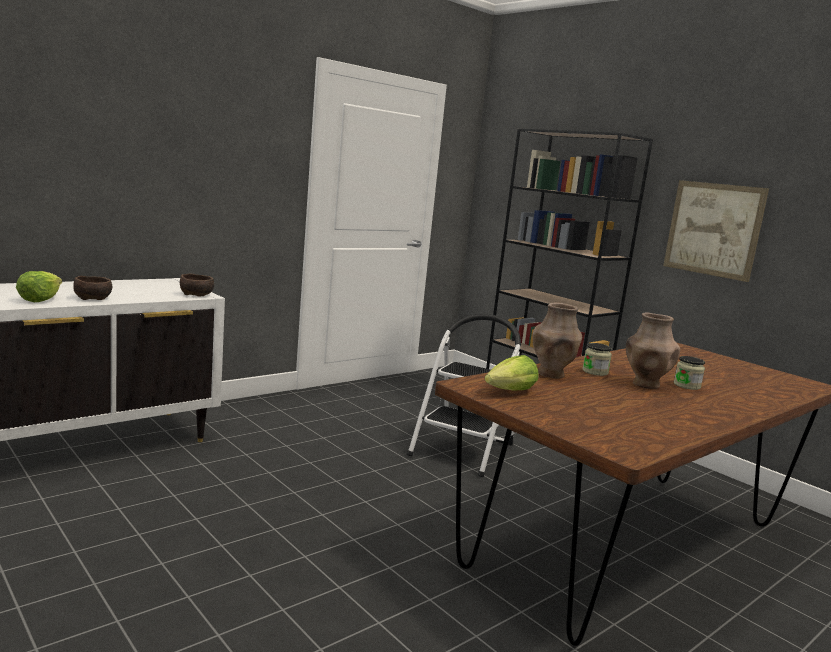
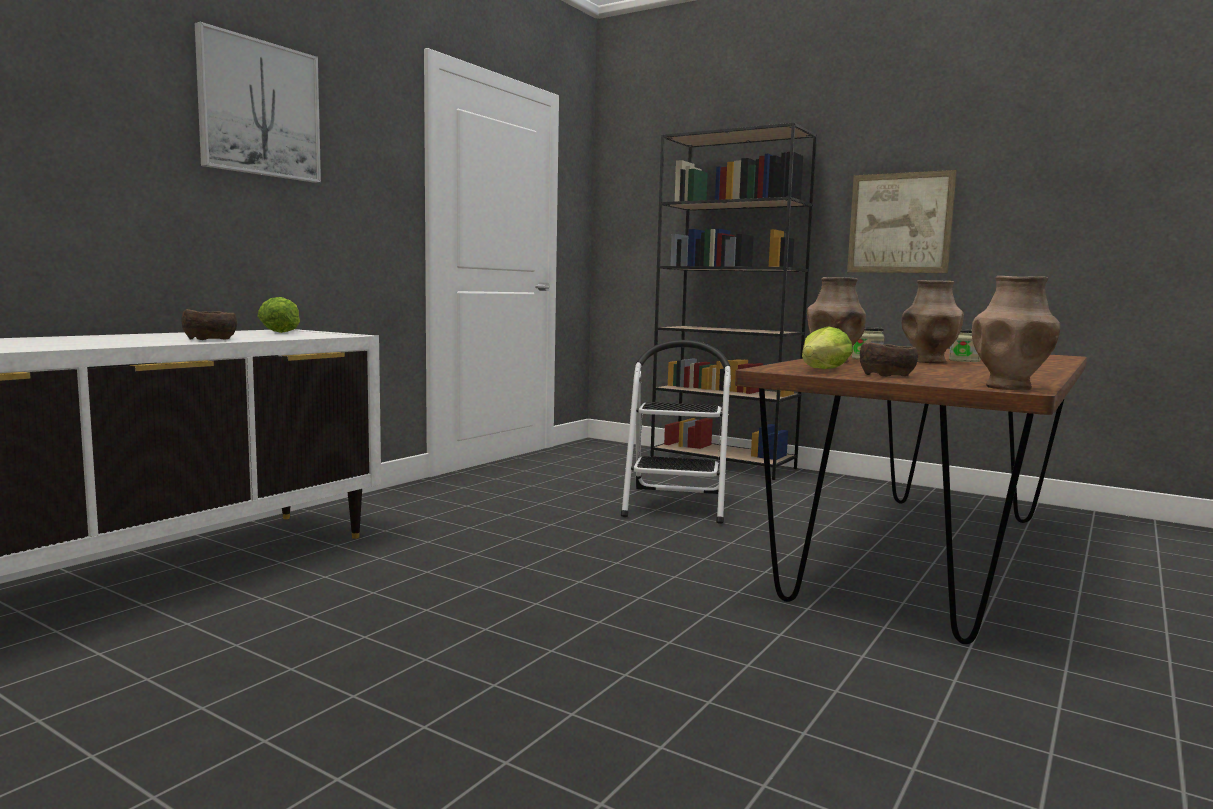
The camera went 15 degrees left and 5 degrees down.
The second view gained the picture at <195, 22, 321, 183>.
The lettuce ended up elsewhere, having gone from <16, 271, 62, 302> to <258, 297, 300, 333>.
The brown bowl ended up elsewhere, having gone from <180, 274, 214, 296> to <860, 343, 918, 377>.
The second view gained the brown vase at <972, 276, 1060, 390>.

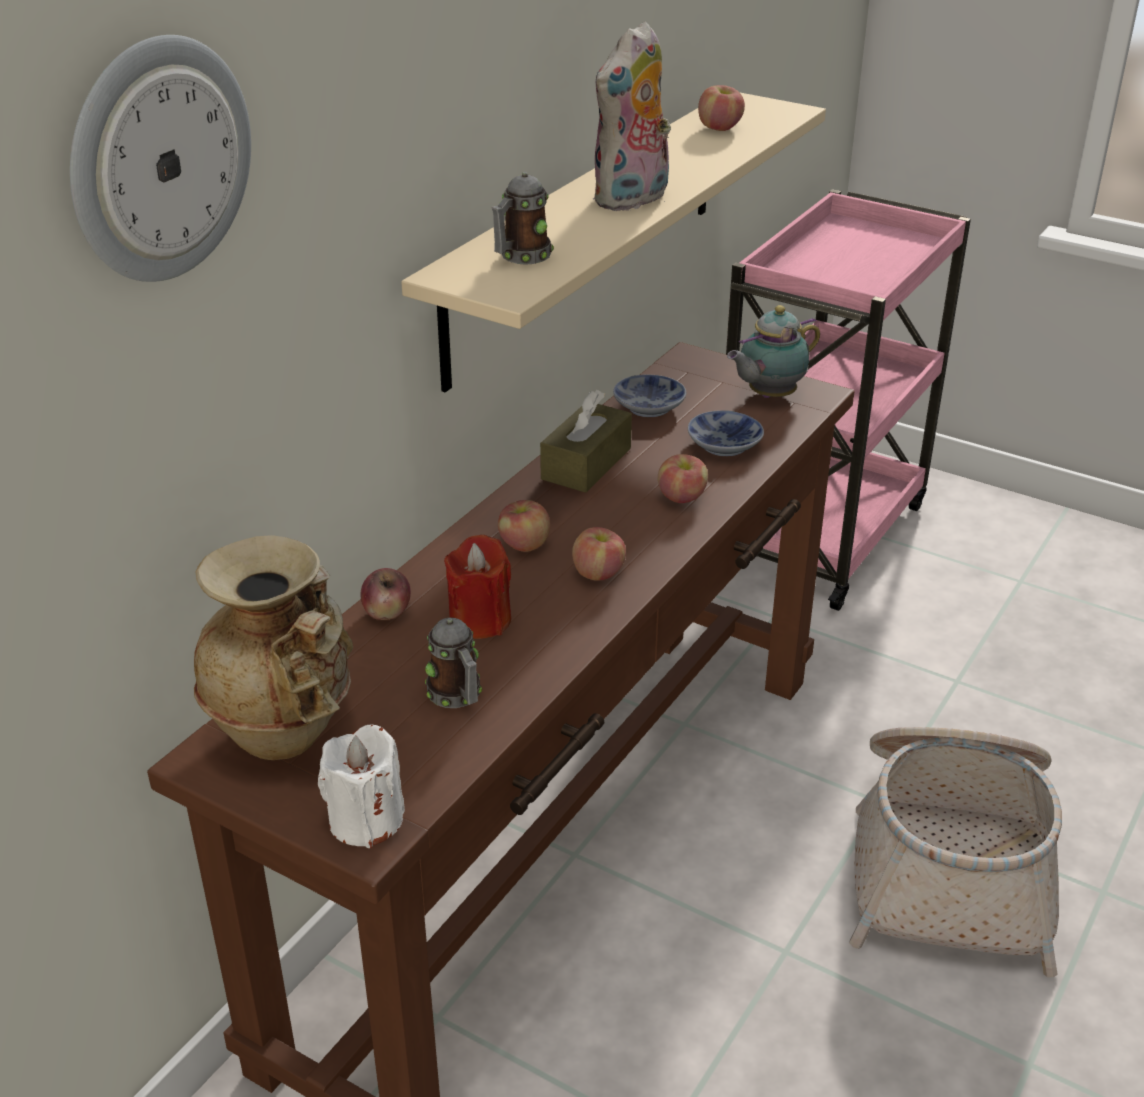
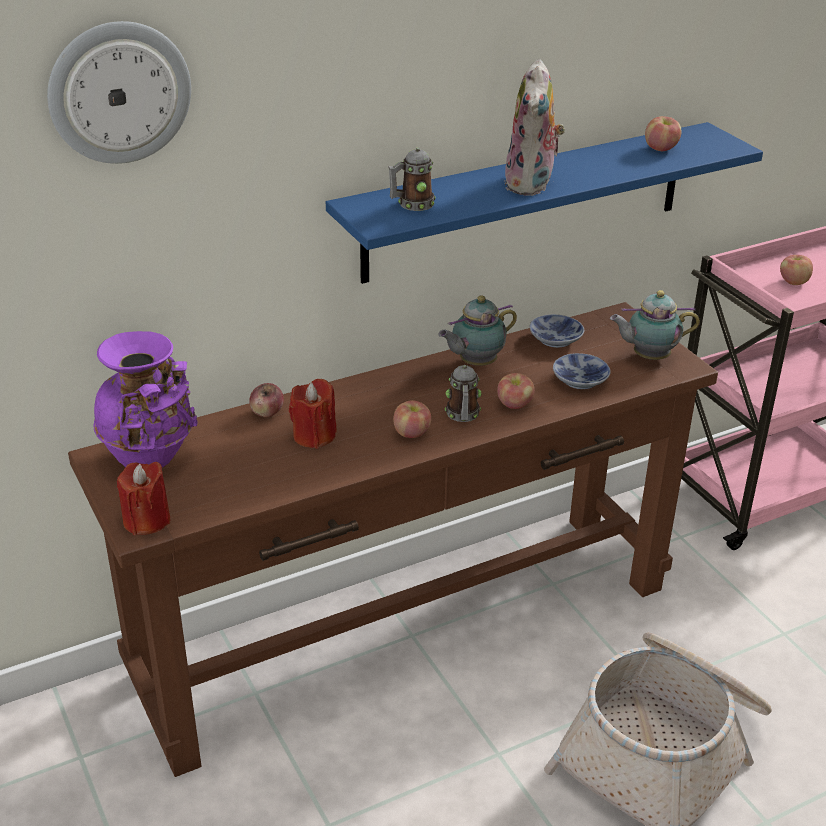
The camera went 30 degrees right and 0 degrees up.
What was the beige vase at <194, 535, 353, 760> turned into the purple vase at <94, 331, 198, 468>.
What was the white candle at <318, 725, 405, 848> turned into the red candle at <117, 462, 170, 535>.
What was the beige shelf at <401, 92, 826, 392> turned into the blue shelf at <326, 122, 763, 284>.
Where the brown tissue box stood at <540, 390, 632, 493>, the teapot came to stand at <439, 295, 517, 366>.
The mug ended up elsewhere, having gone from <425, 618, 482, 708> to <445, 365, 482, 422>.
The plush toy at <593, 21, 679, 211> ended up facing another way, 60 degrees counterclockwise from before.
The apple ended up elsewhere, having gone from <498, 500, 550, 552> to <780, 255, 813, 285>.

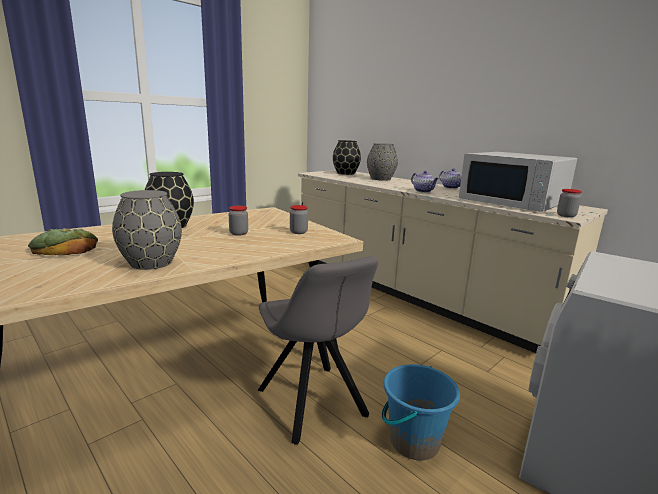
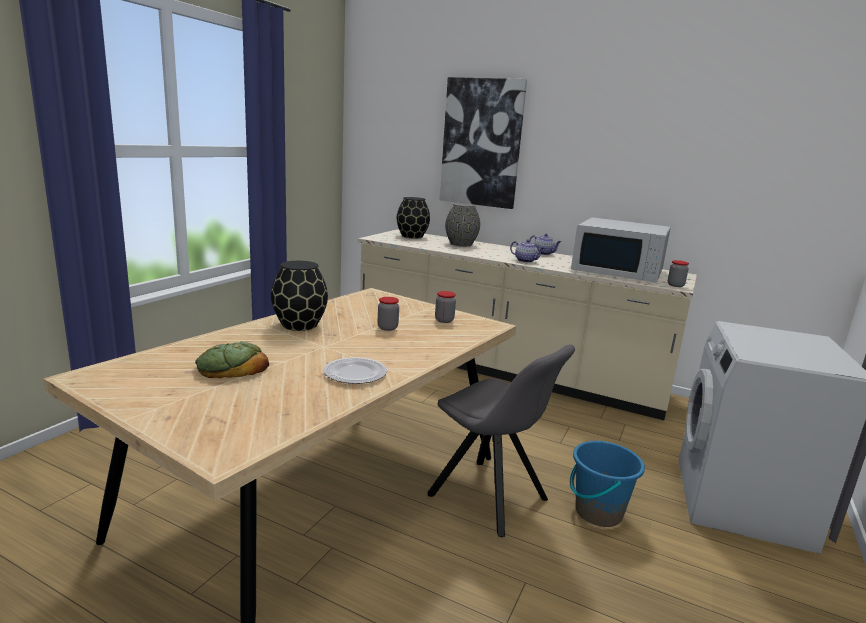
The camera went 20 degrees left and 0 degrees up.
Where the grey vase stood at <112, 190, 182, 270>, the plate came to stand at <324, 357, 387, 384>.
The second view gained the picture at <439, 77, 527, 209>.

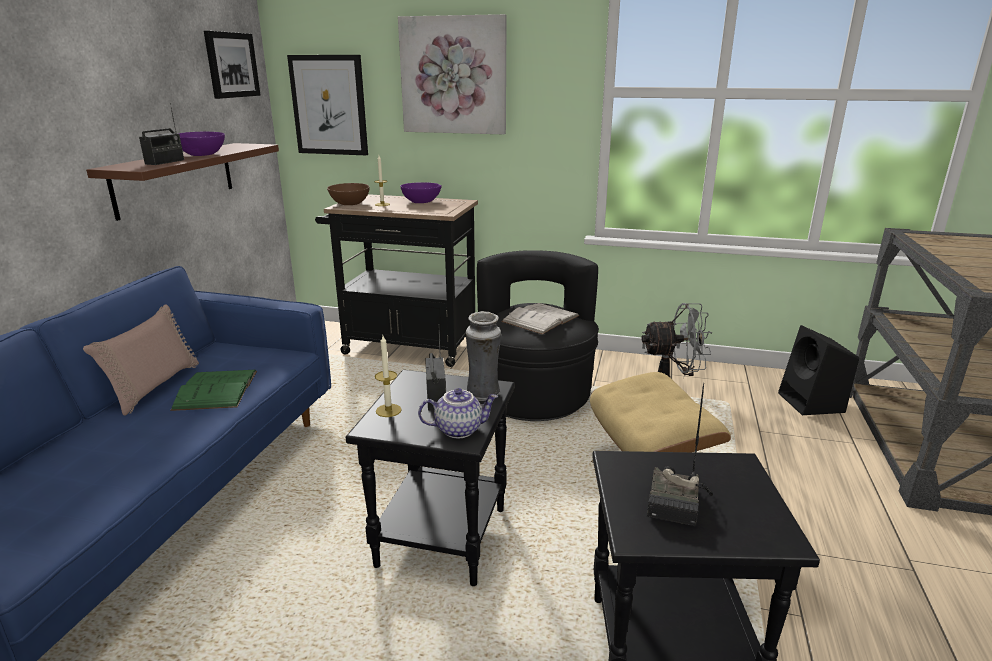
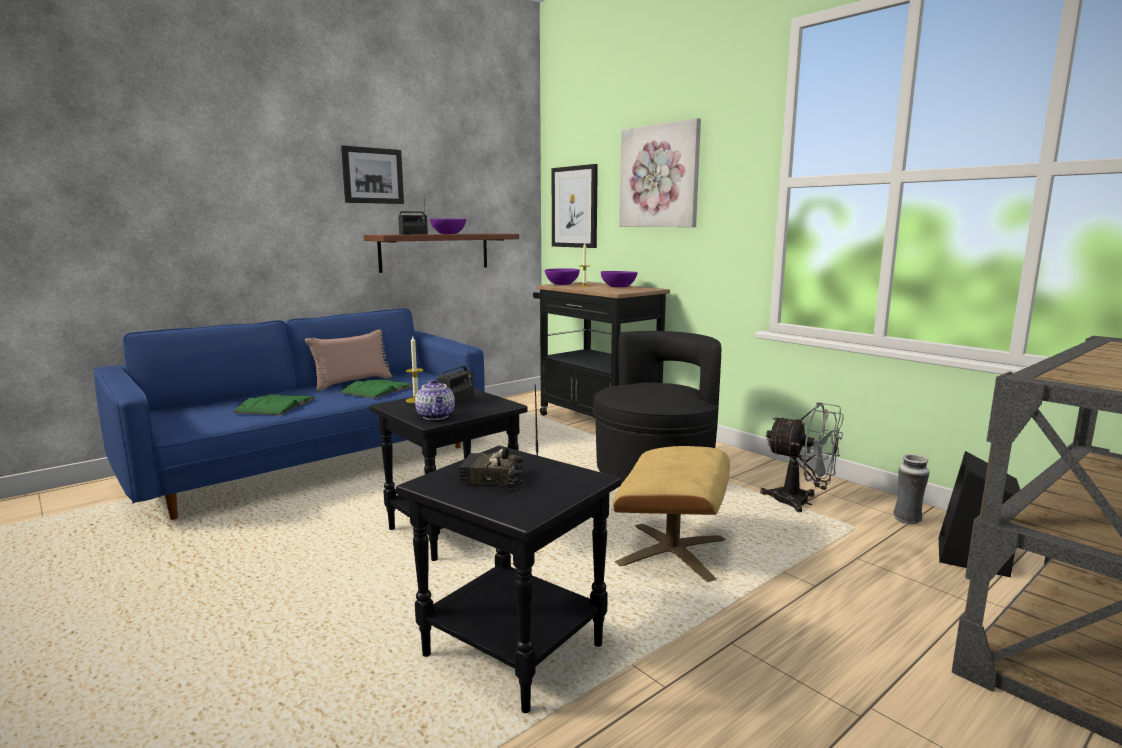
The camera went 35 degrees right and 10 degrees down.
The second view gained the green book at <233, 395, 315, 415>.
The picture ended up elsewhere, having gone from <204, 31, 261, 99> to <341, 145, 404, 204>.
The teapot at <418, 388, 498, 438> ended up facing another way, 45 degrees clockwise from before.
The radio at <647, 383, 713, 526> ended up facing another way, 45 degrees clockwise from before.
What was the brown bowl at <327, 183, 370, 205> turned into the purple bowl at <545, 268, 580, 285>.
The vase ended up elsewhere, having gone from <466, 311, 501, 401> to <894, 454, 930, 524>.
The second view lost the white book at <501, 303, 580, 335>.

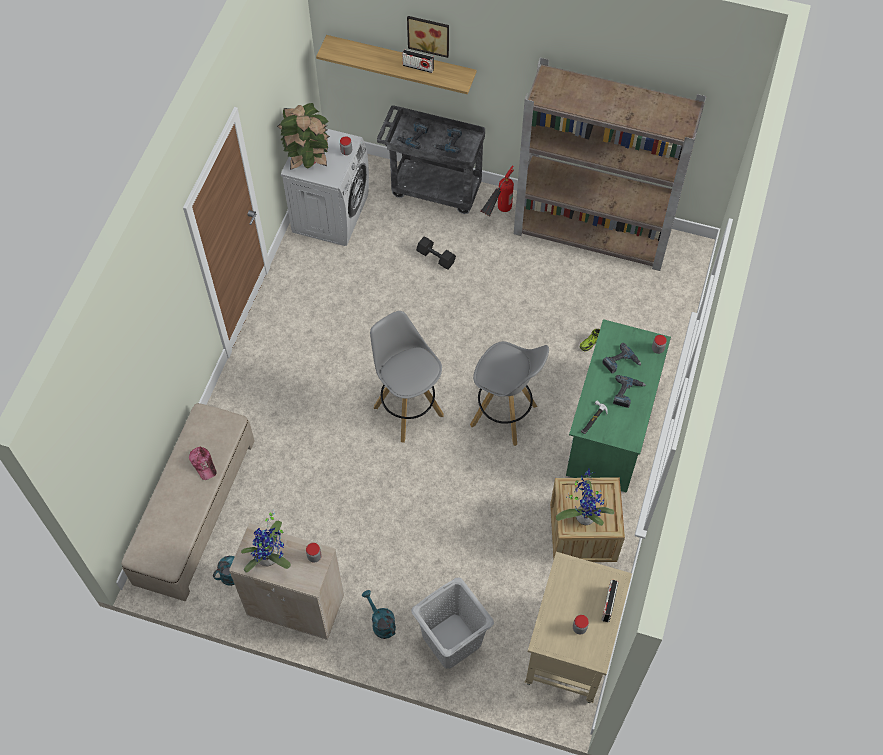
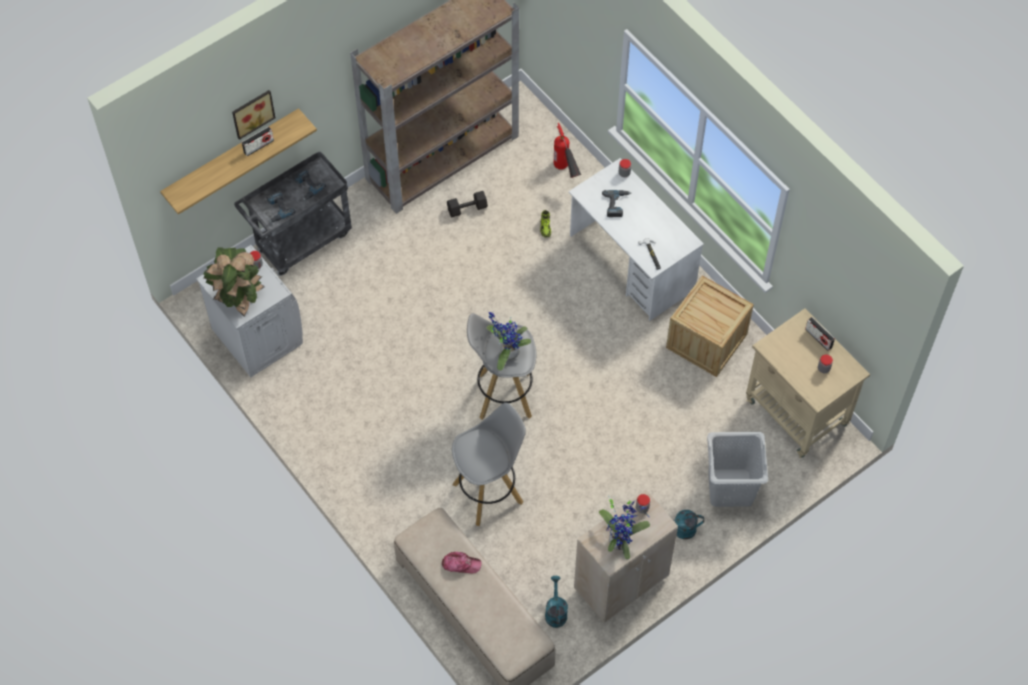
The camera went 55 degrees left and 0 degrees up.
The black dumbbell ended up elsewhere, having gone from <416, 236, 456, 270> to <447, 191, 488, 218>.
The grey stool ended up elsewhere, having gone from <470, 341, 549, 446> to <452, 403, 526, 526>.
The potted plant ended up elsewhere, having gone from <556, 469, 614, 526> to <486, 312, 531, 371>.
The fire extinguisher ended up elsewhere, having gone from <481, 165, 514, 216> to <554, 123, 581, 178>.
What was the green desk at <566, 319, 671, 493> turned into the white desk at <569, 158, 704, 321>.
The second view lost the power drill at <613, 375, 646, 408>.

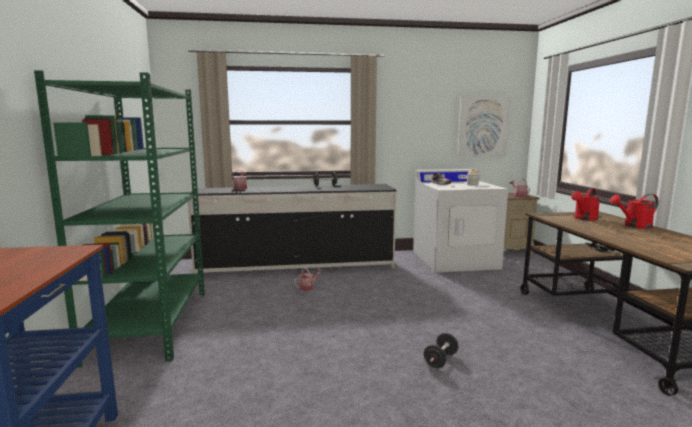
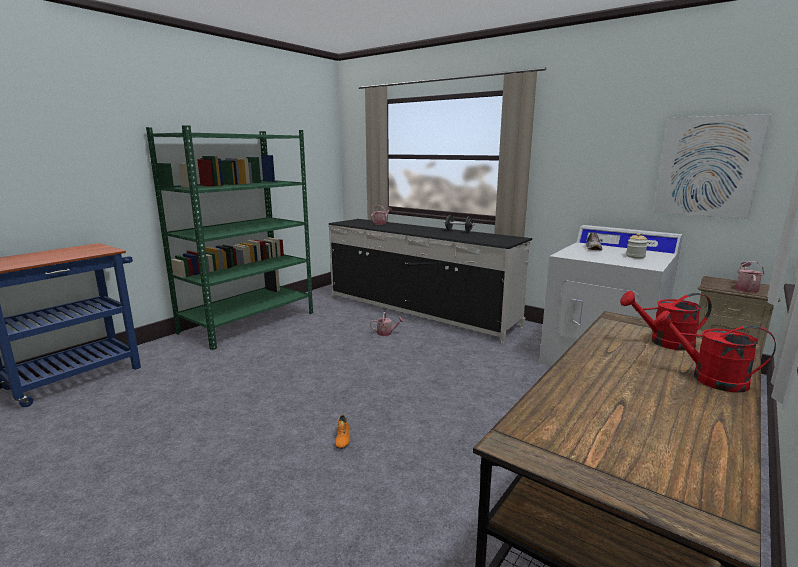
The camera went 45 degrees right and 5 degrees up.
Where the black dumbbell stood at <424, 333, 459, 368>, the orange shoe came to stand at <335, 415, 350, 449>.

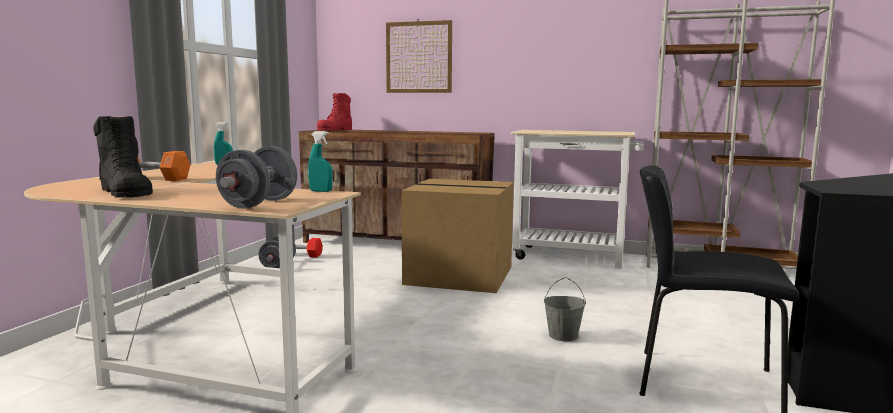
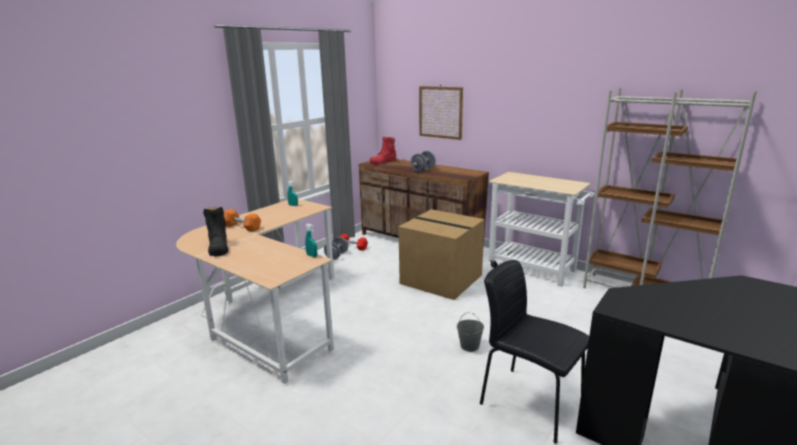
The camera went 20 degrees right and 10 degrees up.
The grey dumbbell ended up elsewhere, having gone from <216, 146, 297, 209> to <411, 151, 436, 172>.

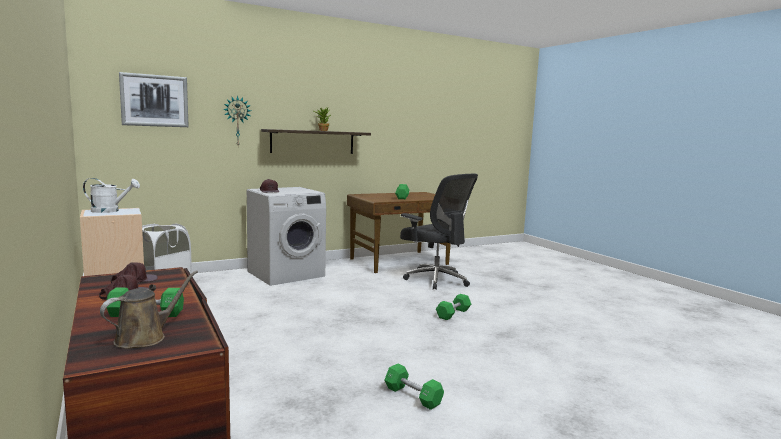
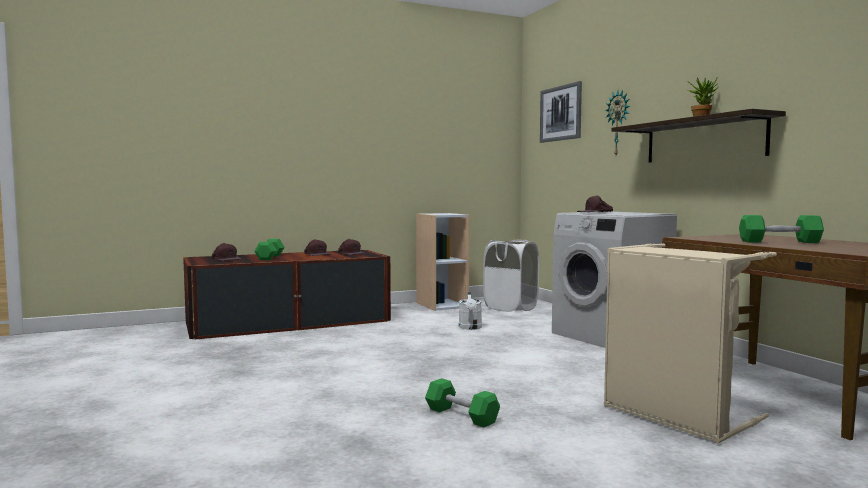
The camera went 95 degrees right and 5 degrees down.
Where the brown watering can stood at <100, 270, 198, 349>, the brown cap came to stand at <212, 243, 241, 261>.
The white watering can ended up elsewhere, having gone from <83, 178, 140, 213> to <459, 292, 482, 330>.
Where the office chair stood at <400, 174, 478, 290>, the beige laundry basket came to stand at <604, 243, 777, 444>.
The second view lost the green dumbbell at <384, 364, 444, 410>.

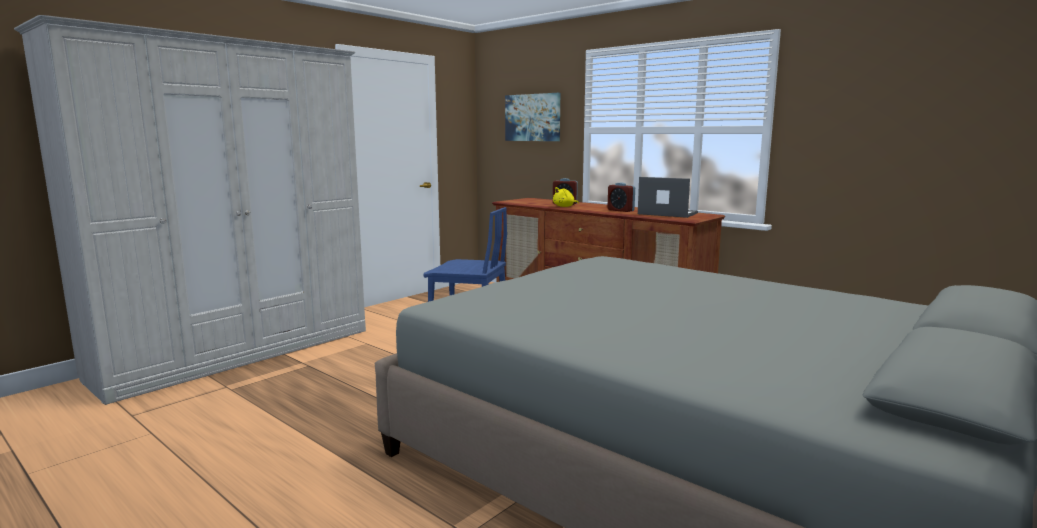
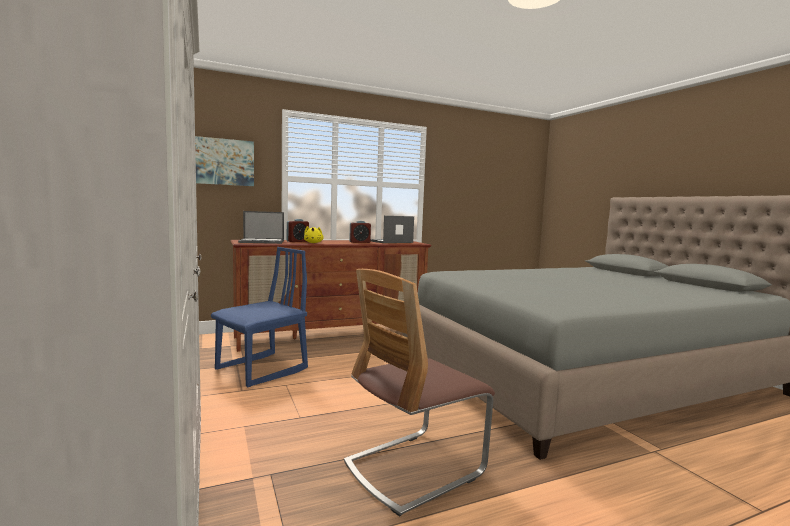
The camera went 65 degrees left and 5 degrees down.
The second view gained the laptop at <238, 211, 284, 244>.
The second view gained the chair at <344, 269, 495, 517>.

